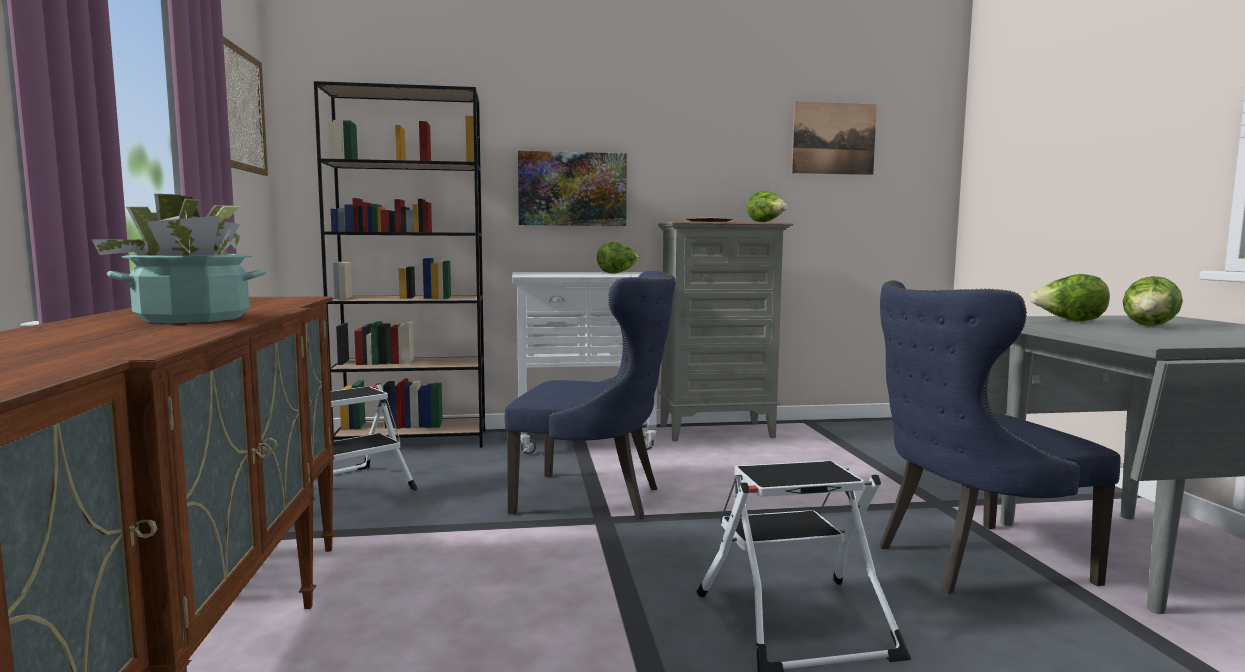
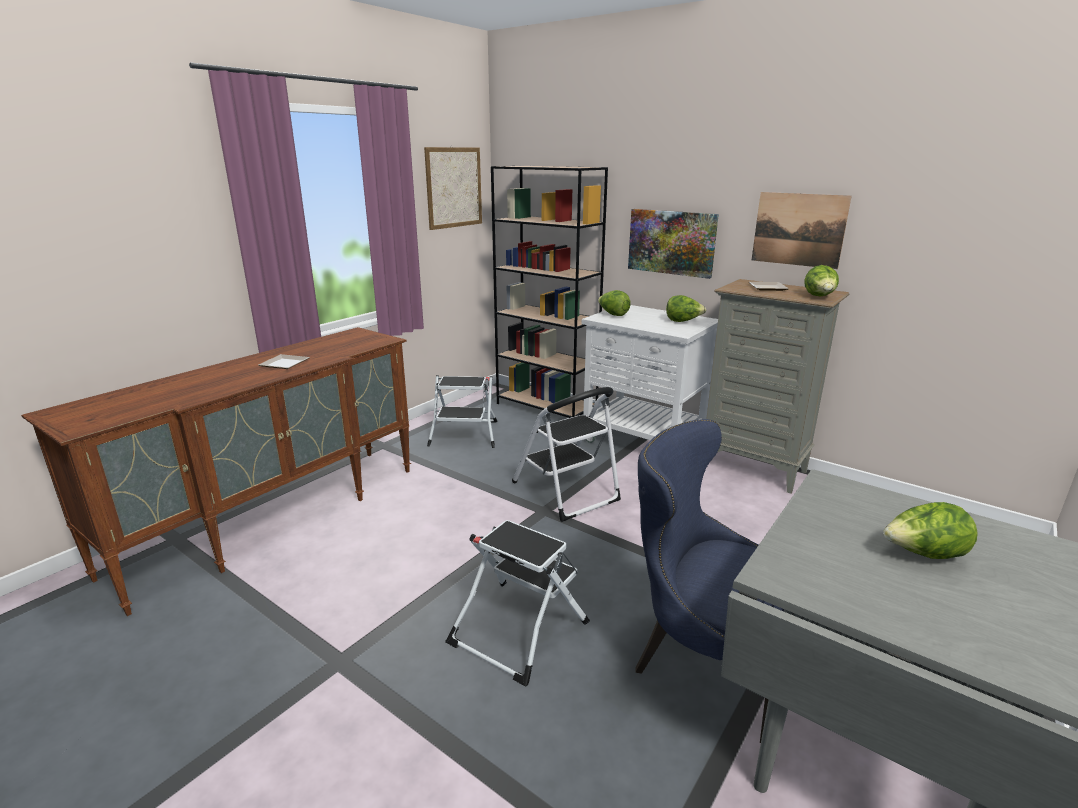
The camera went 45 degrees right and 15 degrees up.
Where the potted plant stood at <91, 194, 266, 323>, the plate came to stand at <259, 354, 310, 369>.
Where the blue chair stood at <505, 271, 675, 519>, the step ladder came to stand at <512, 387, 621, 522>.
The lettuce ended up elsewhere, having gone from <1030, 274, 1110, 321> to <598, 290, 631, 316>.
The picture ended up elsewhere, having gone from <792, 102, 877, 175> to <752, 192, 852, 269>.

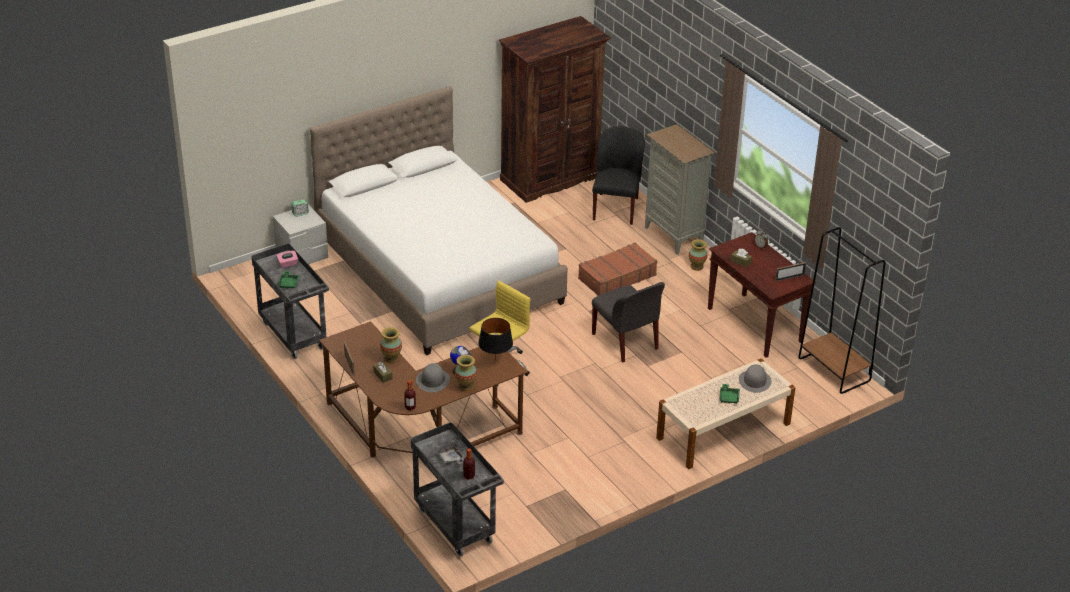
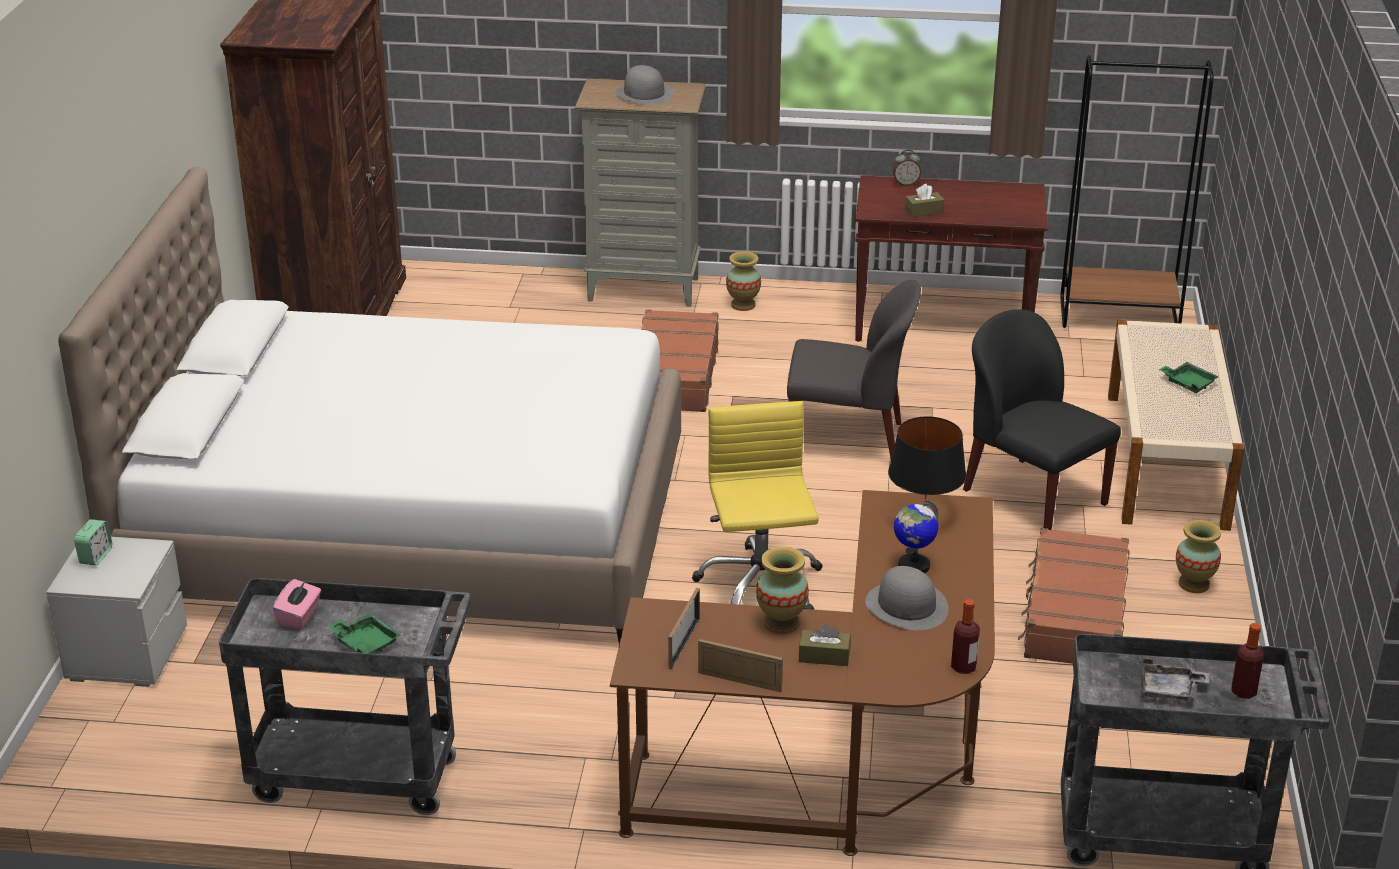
The camera went 50 degrees left and 5 degrees down.
The grey hat ended up elsewhere, having gone from <739, 364, 772, 393> to <615, 65, 674, 105>.
The picture frame ended up elsewhere, having gone from <775, 262, 806, 282> to <668, 588, 700, 670>.
The black chair ended up elsewhere, having gone from <592, 126, 645, 225> to <963, 309, 1121, 530>.
The second view gained the brown suitcase at <1018, 528, 1130, 664>.
The vase ended up elsewhere, having gone from <455, 355, 477, 391> to <1176, 520, 1221, 593>.

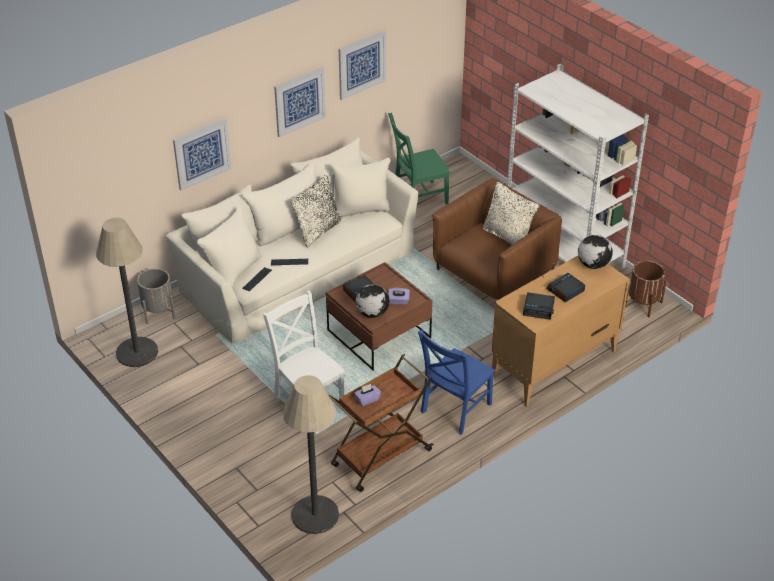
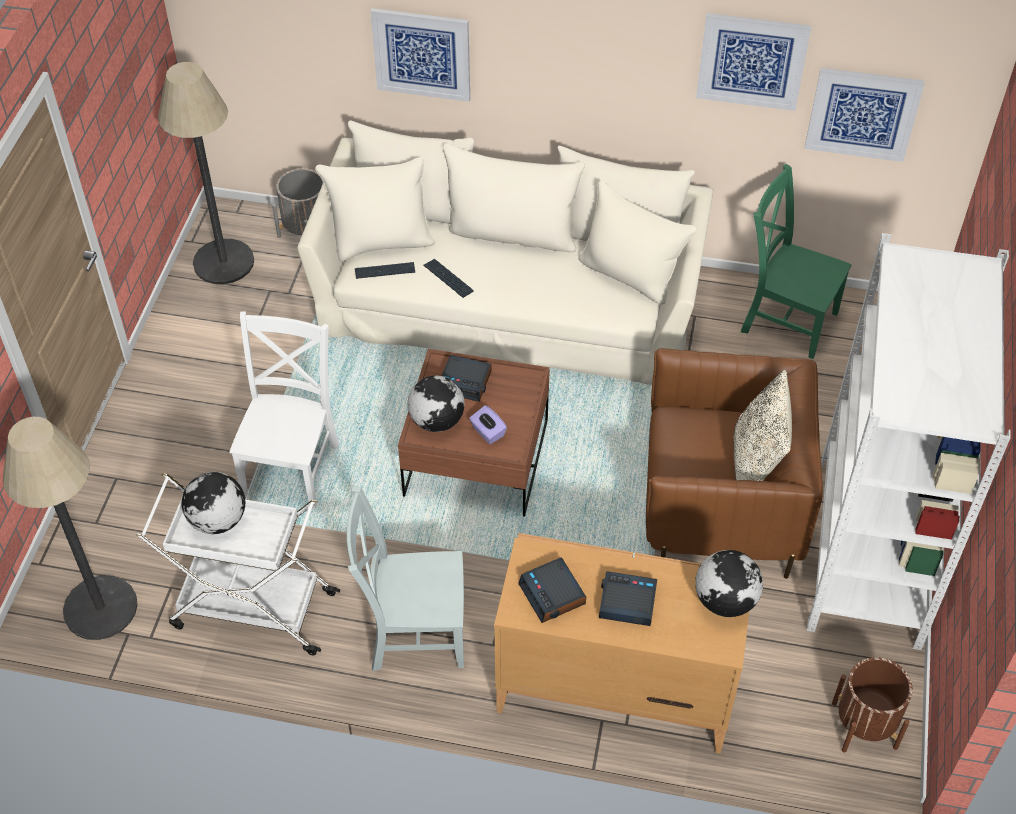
The camera went 50 degrees right and 10 degrees up.
What was the brown cart at <329, 354, 434, 492> turned into the white cart at <136, 473, 340, 655>.
Where the purple tissue box stood at <354, 384, 381, 406>, the globe came to stand at <182, 472, 245, 534>.
What was the blue chair at <418, 330, 495, 435> turned into the grey chair at <347, 486, 464, 671>.
The picture ended up elsewhere, having gone from <274, 67, 326, 138> to <804, 68, 925, 162>.
The second view lost the beige pillow at <291, 175, 341, 247>.

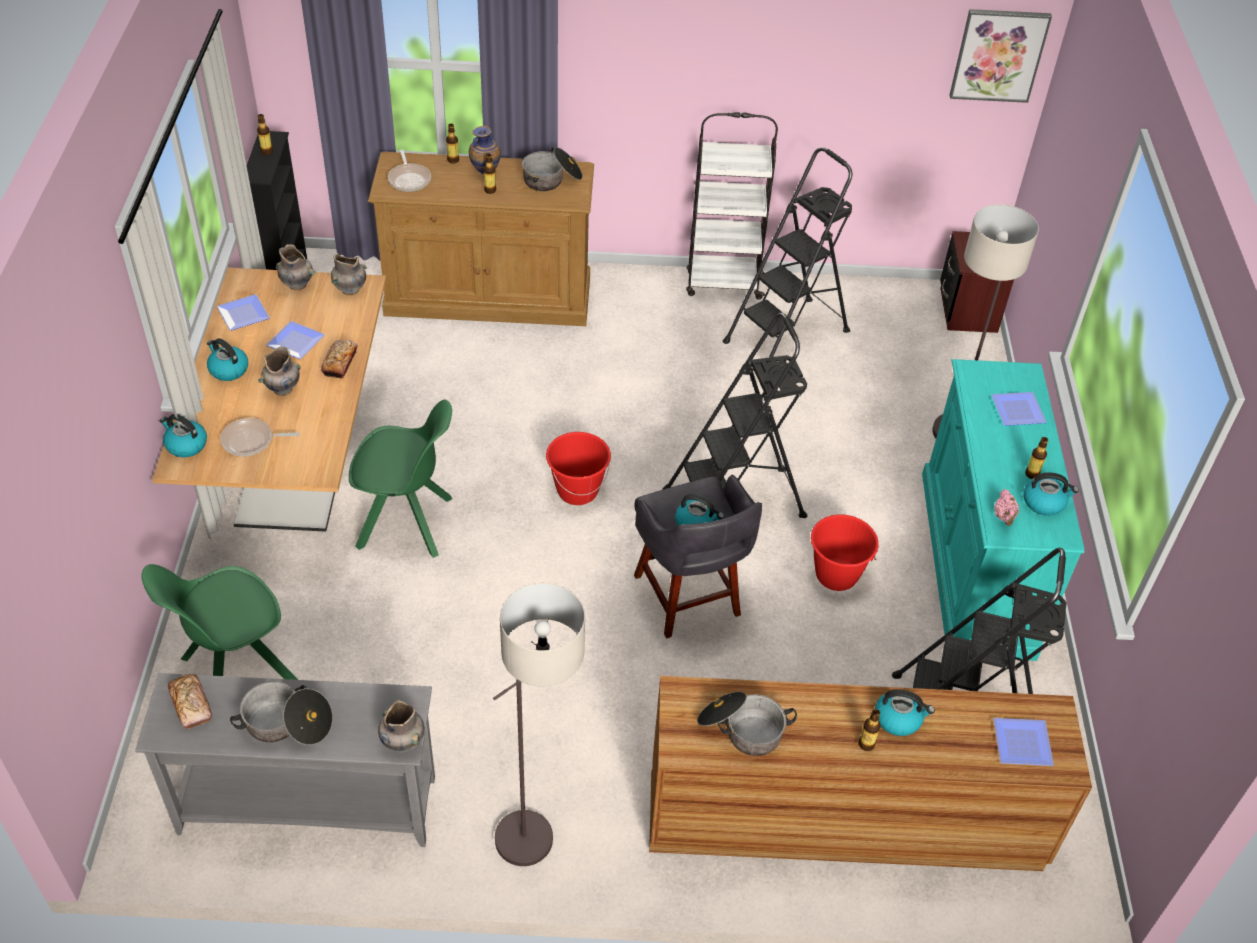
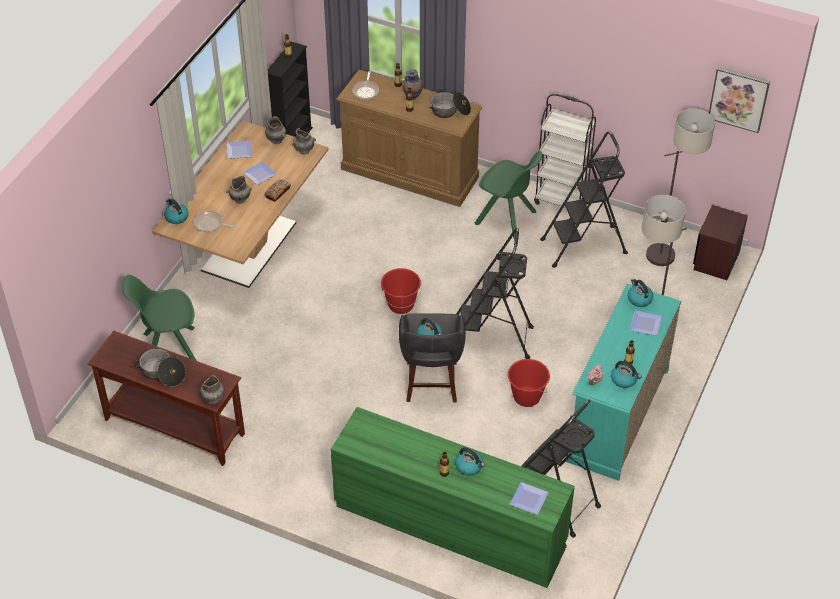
The camera went 25 degrees right and 0 degrees up.
What was the grey console table at <135, 673, 435, 847> turned into the brown console table at <87, 331, 245, 466>.
What was the brown dresser at <649, 676, 1092, 871> turned into the green dresser at <331, 407, 575, 588>.
The green chair ended up elsewhere, having gone from <349, 400, 452, 558> to <475, 151, 542, 240>.
The kettle ended up elsewhere, having gone from <207, 338, 248, 381> to <627, 279, 653, 307>.
The grey floor lamp ended up elsewhere, having gone from <493, 583, 585, 866> to <646, 108, 715, 266>.
The second view lost the bread at <168, 674, 212, 729>.
The second view lost the cooking pot at <697, 692, 797, 756>.

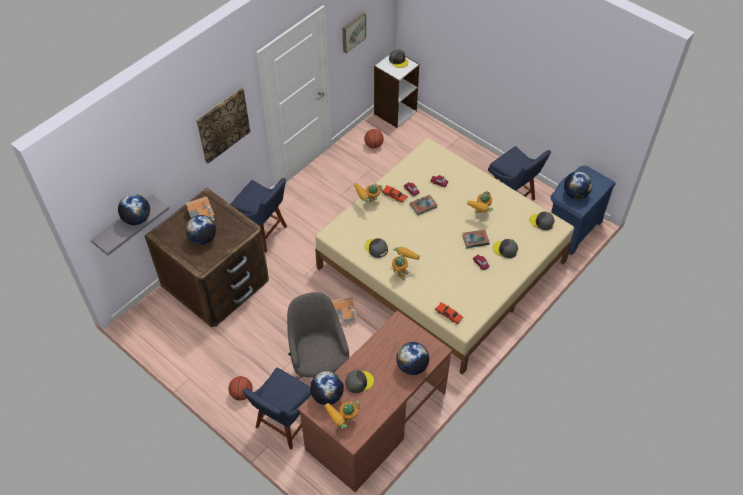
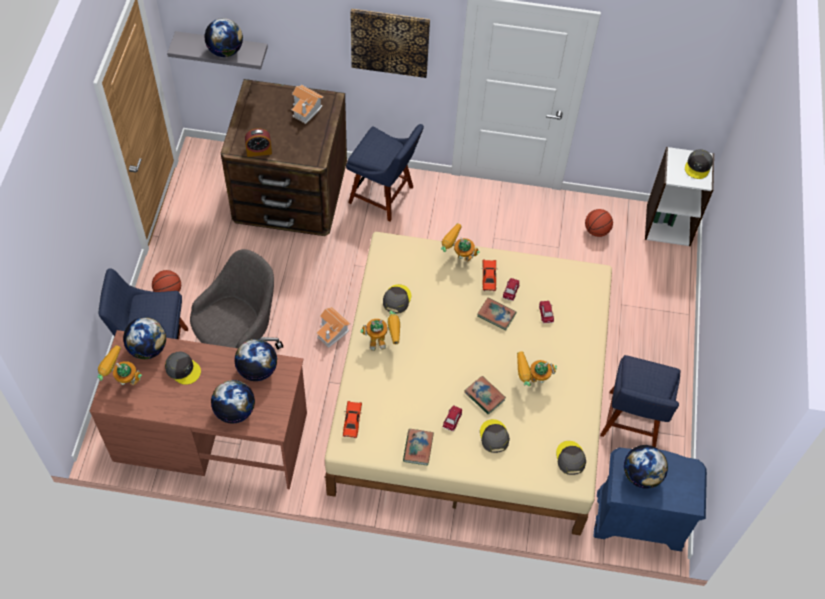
The camera went 55 degrees right and 5 degrees up.
The globe ended up elsewhere, having gone from <186, 215, 216, 245> to <234, 339, 277, 381>.
The second view gained the alarm clock at <245, 128, 272, 157>.
The blue chair at <230, 178, 287, 253> ended up facing another way, 60 degrees counterclockwise from before.
The second view gained the book at <403, 429, 434, 466>.
The second view lost the picture at <342, 12, 366, 53>.

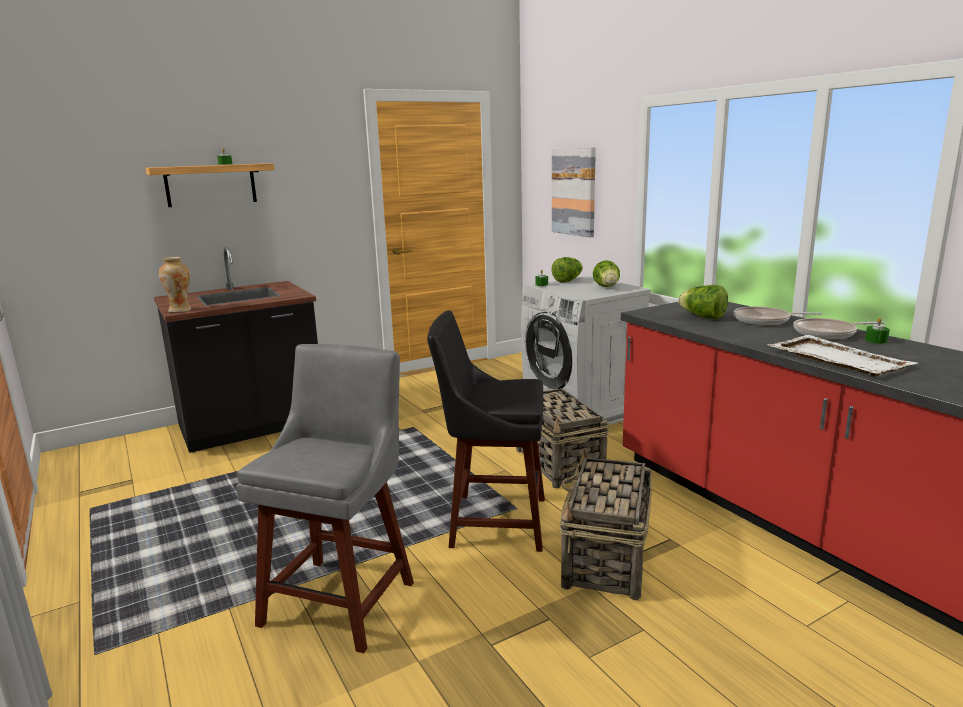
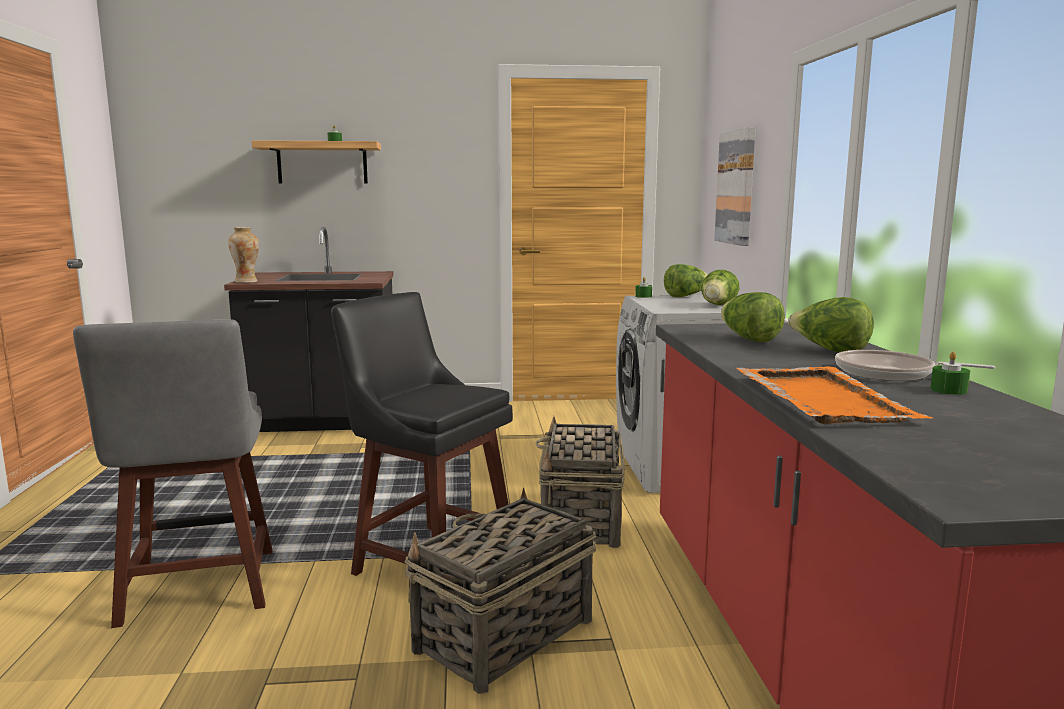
The camera went 25 degrees right and 5 degrees down.
The grey chair at <236, 344, 414, 653> ended up facing another way, 120 degrees clockwise from before.
What was the white tray at <767, 335, 918, 377> turned into the orange tray at <736, 366, 933, 424>.
Where the frying pan stood at <734, 307, 822, 325>, the lettuce came to stand at <788, 297, 874, 352>.

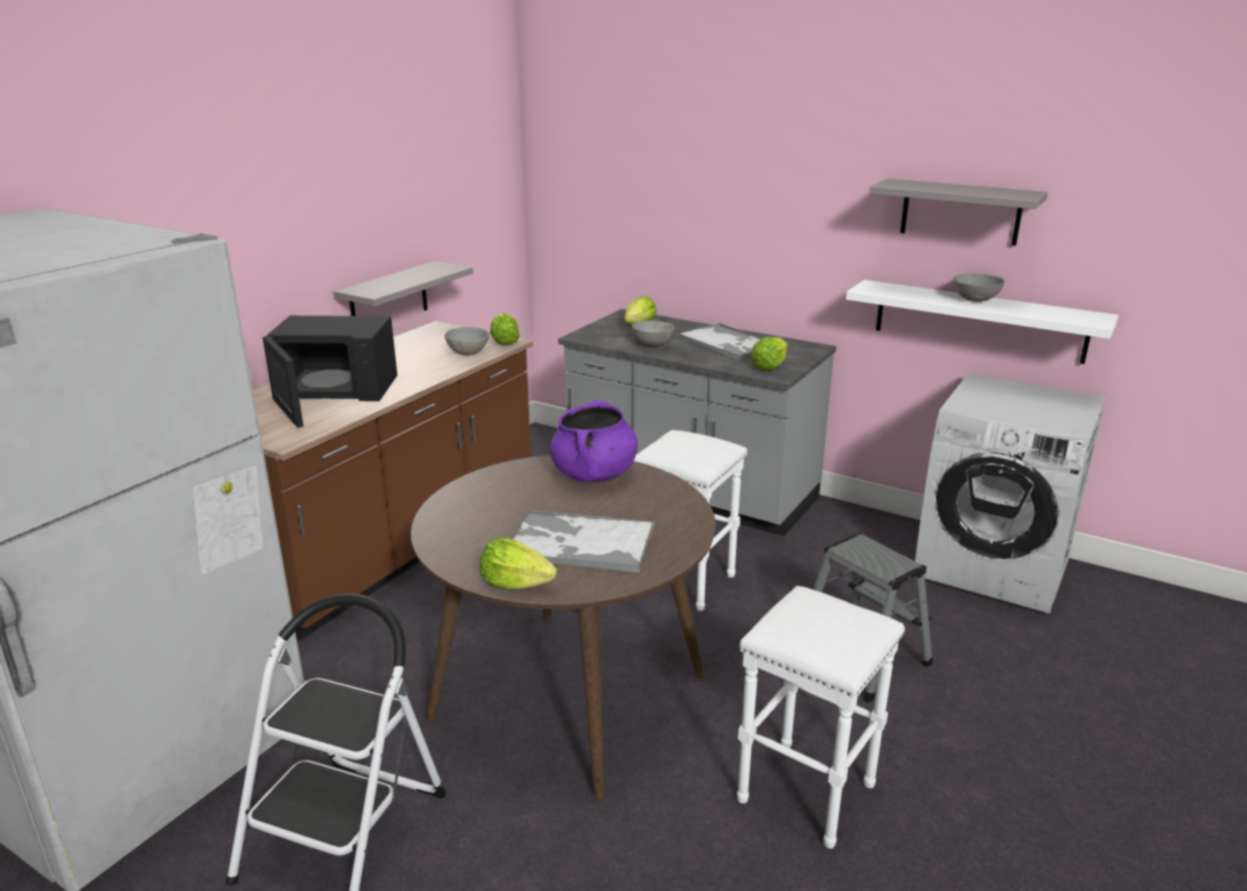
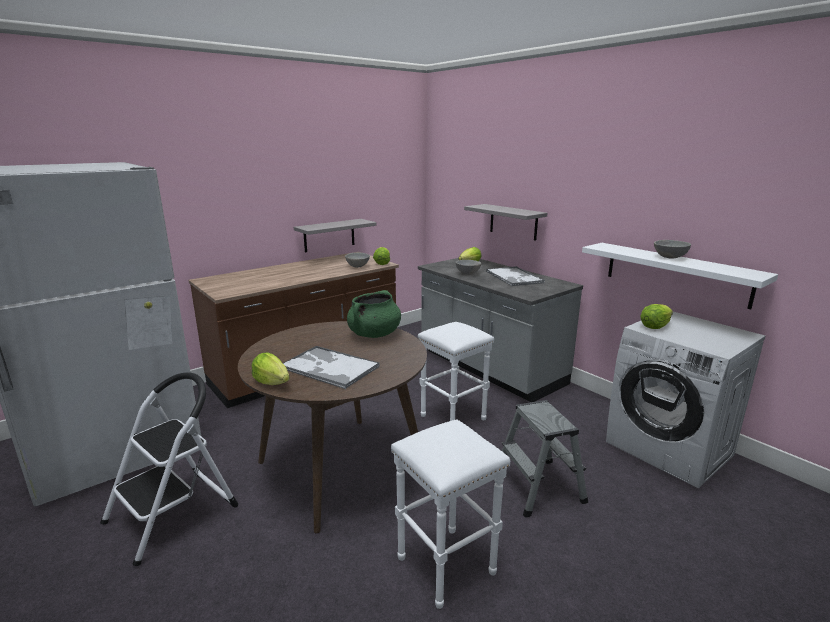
The camera went 20 degrees right and 5 degrees down.
What was the purple cooking pot at <550, 400, 638, 482> turned into the green cooking pot at <347, 290, 401, 338>.
The grey shelf ended up elsewhere, having gone from <869, 179, 1048, 246> to <464, 204, 548, 241>.
The lettuce ended up elsewhere, having gone from <751, 337, 788, 370> to <640, 304, 673, 329>.
The second view lost the black microwave at <263, 316, 397, 428>.

